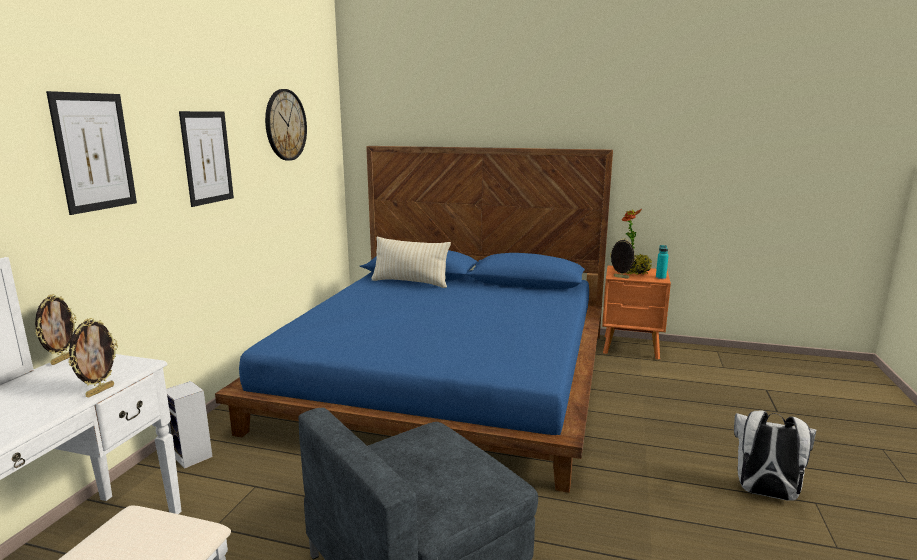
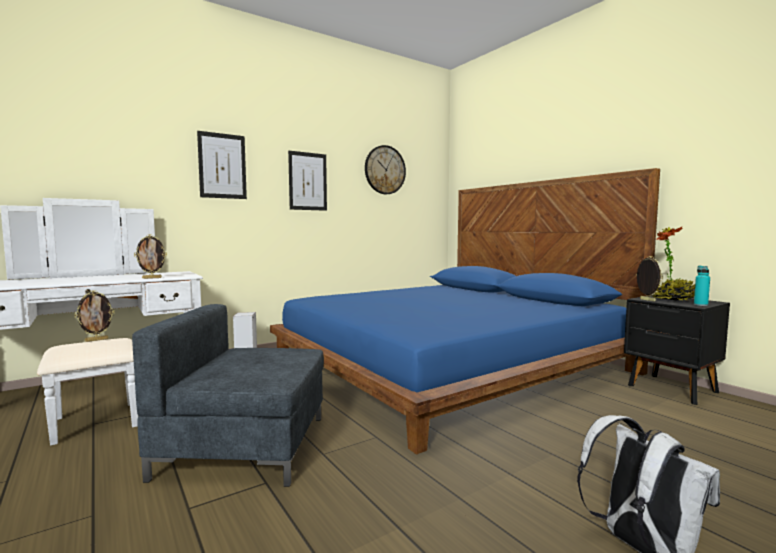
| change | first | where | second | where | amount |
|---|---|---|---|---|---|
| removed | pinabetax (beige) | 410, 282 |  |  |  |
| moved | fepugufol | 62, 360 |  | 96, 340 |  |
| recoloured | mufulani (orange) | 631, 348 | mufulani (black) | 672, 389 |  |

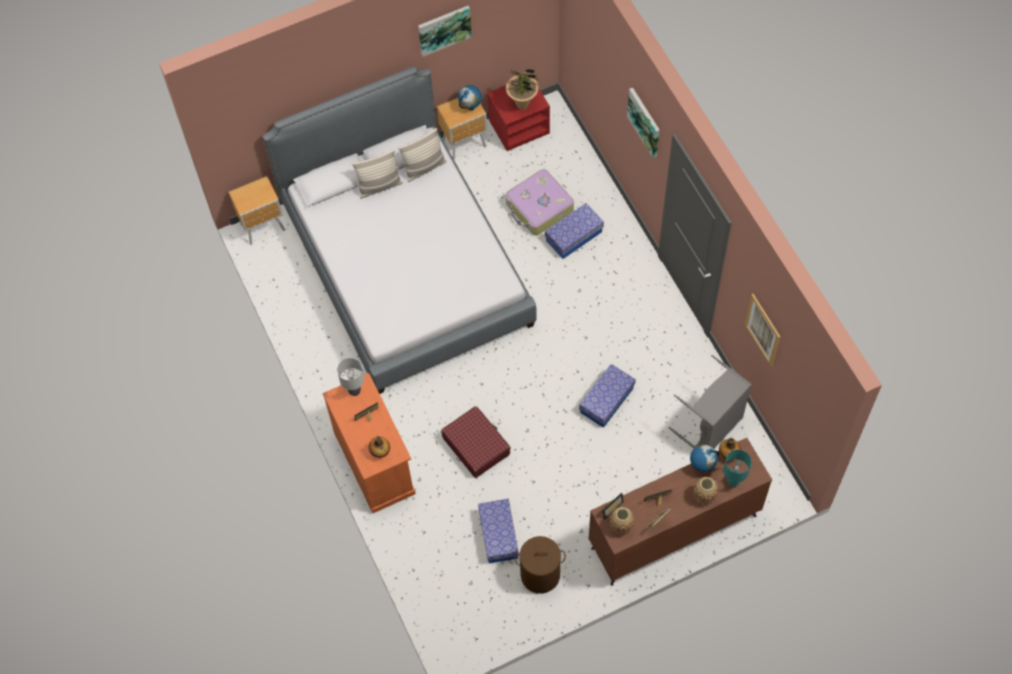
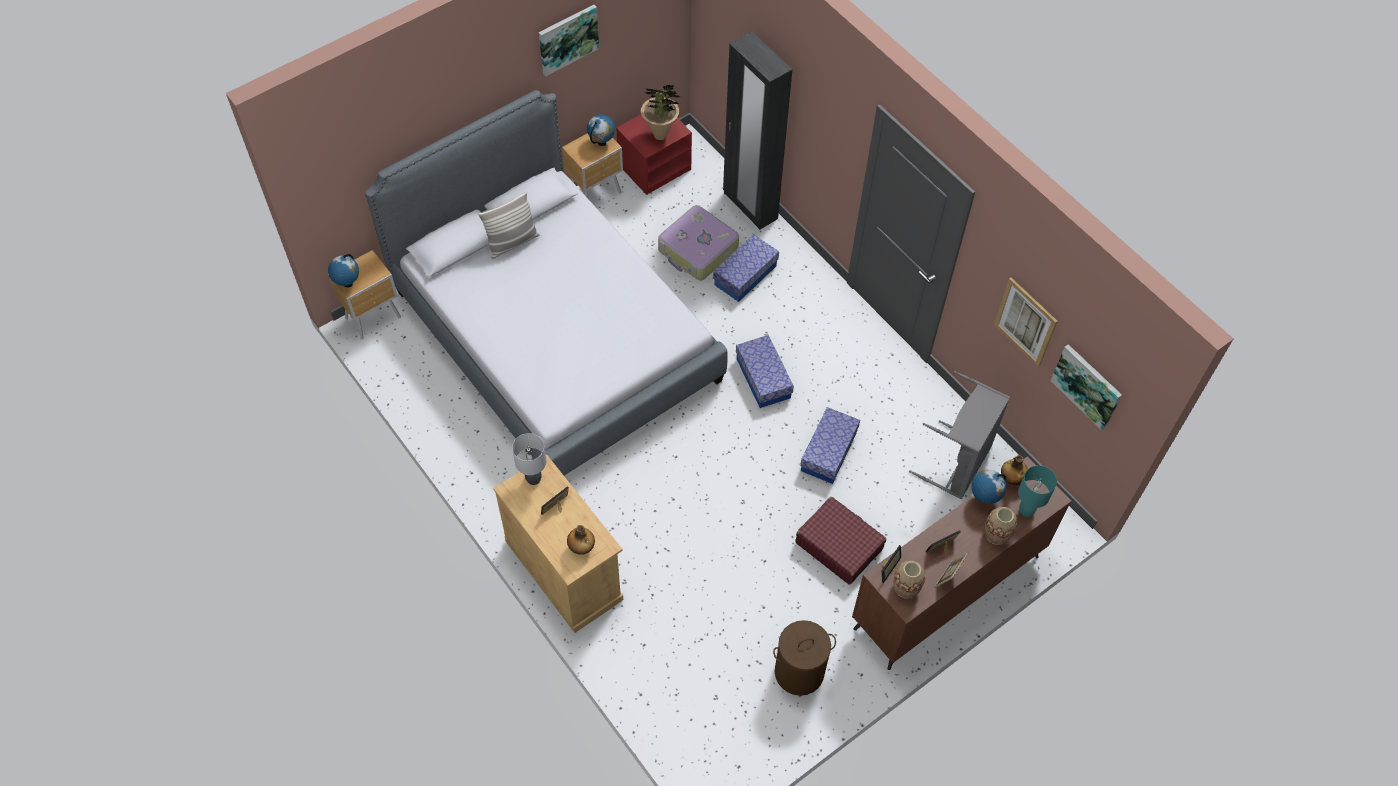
| change | first | where | second | where | amount |
|---|---|---|---|---|---|
| removed | pinabetax | 424, 168 |  |  |  |
| added |  |  | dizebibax | 347, 283 |  |
| added |  |  | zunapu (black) | 750, 206 |  |
| moved | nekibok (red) | 476, 445 |  | 839, 545 |  |
| moved | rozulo | 498, 535 |  | 763, 378 |  |
| moved | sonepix | 645, 122 |  | 1087, 386 |  |
| recoloured | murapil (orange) | 374, 462 | murapil (beige) | 564, 570 |  |

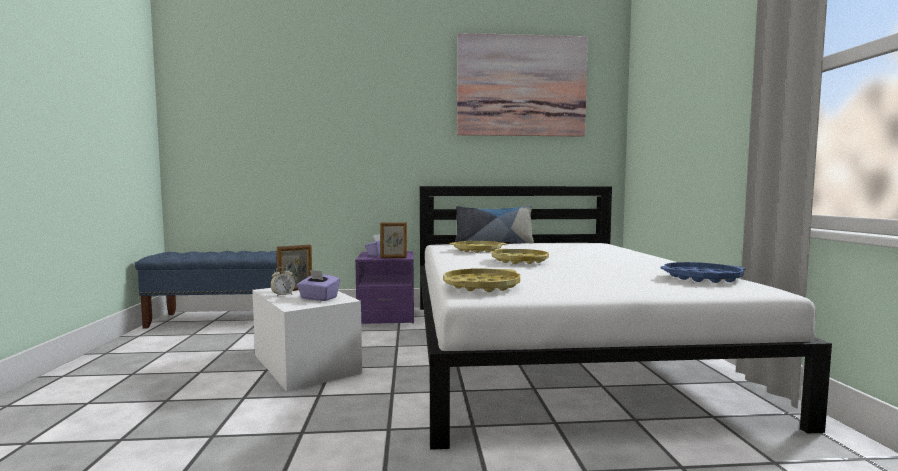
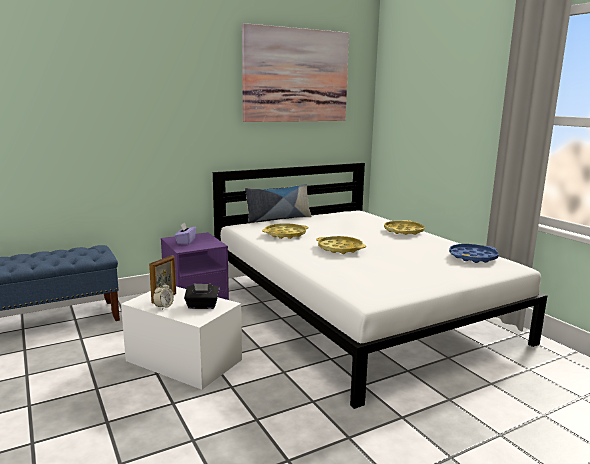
| change | first | where | second | where | amount |
|---|---|---|---|---|---|
| removed | fepugufol | 393, 258 |  |  |  |
| moved | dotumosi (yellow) | 481, 286 |  | 403, 231 |  |
| recoloured | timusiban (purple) | 318, 298 | timusiban (black) | 202, 306 |  |

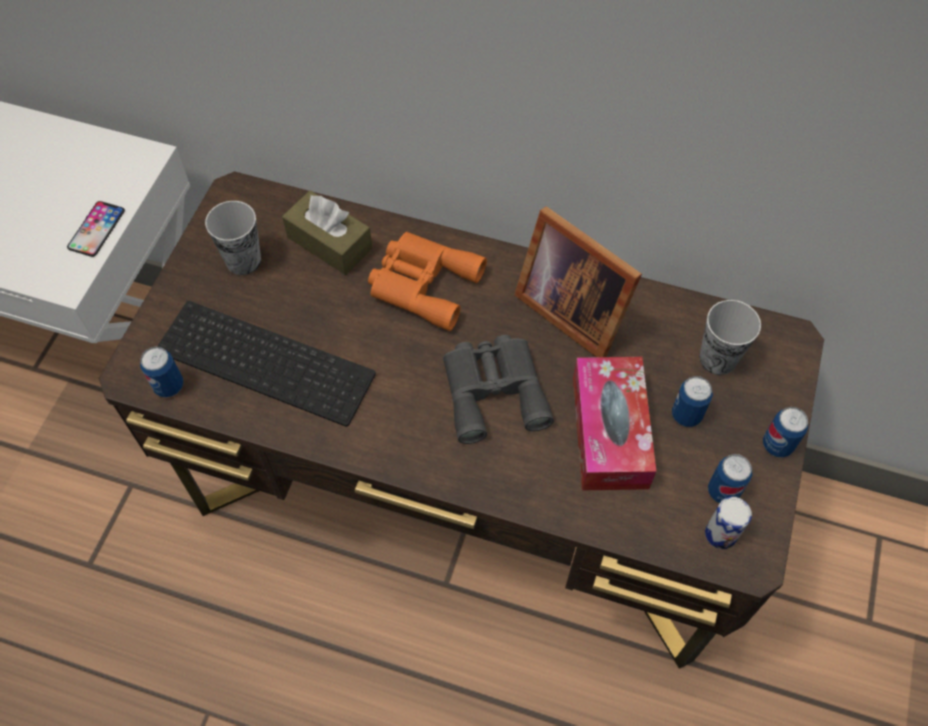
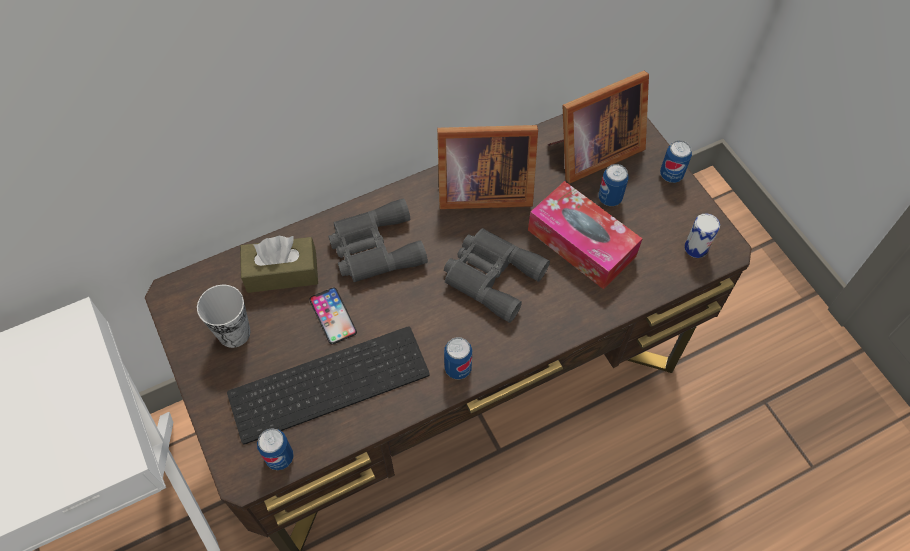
| change | first | where | second | where | amount |
|---|---|---|---|---|---|
| moved | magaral | 96, 229 |  | 333, 316 |  |
| moved | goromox | 723, 491 |  | 458, 368 |  |
| replaced | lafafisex | 717, 358 | fepugufol | 591, 153 |  |
| recoloured | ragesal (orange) | 422, 283 | ragesal (grey) | 374, 248 |  |

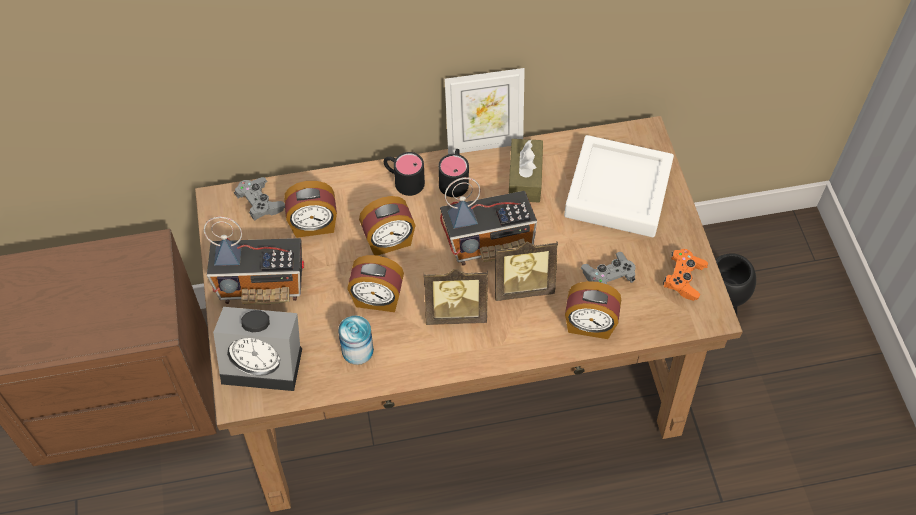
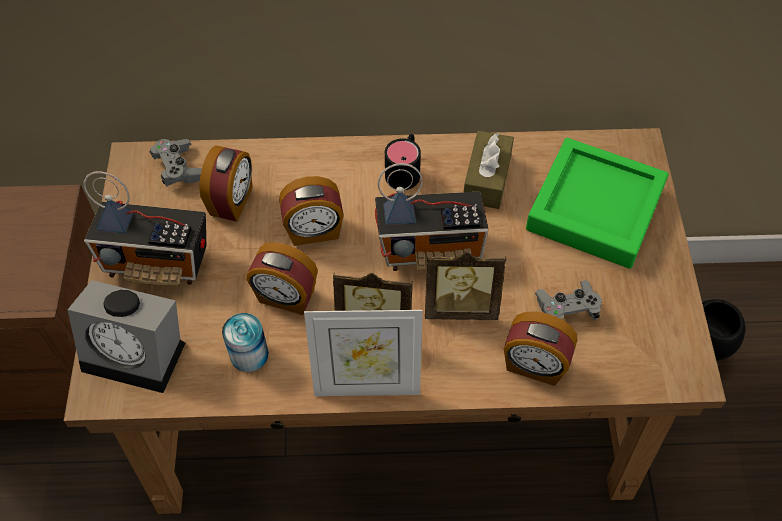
| change | first | where | second | where | amount |
|---|---|---|---|---|---|
| removed | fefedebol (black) | 403, 180 |  |  |  |
| removed | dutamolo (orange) | 683, 279 |  |  |  |
| moved | fepugufol | 484, 143 |  | 367, 385 |  |
| recoloured | dotumosi (white) | 618, 192 | dotumosi (green) | 594, 209 |  |
| turned | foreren | 314, 226 |  | 232, 201 | 75 degrees counterclockwise |

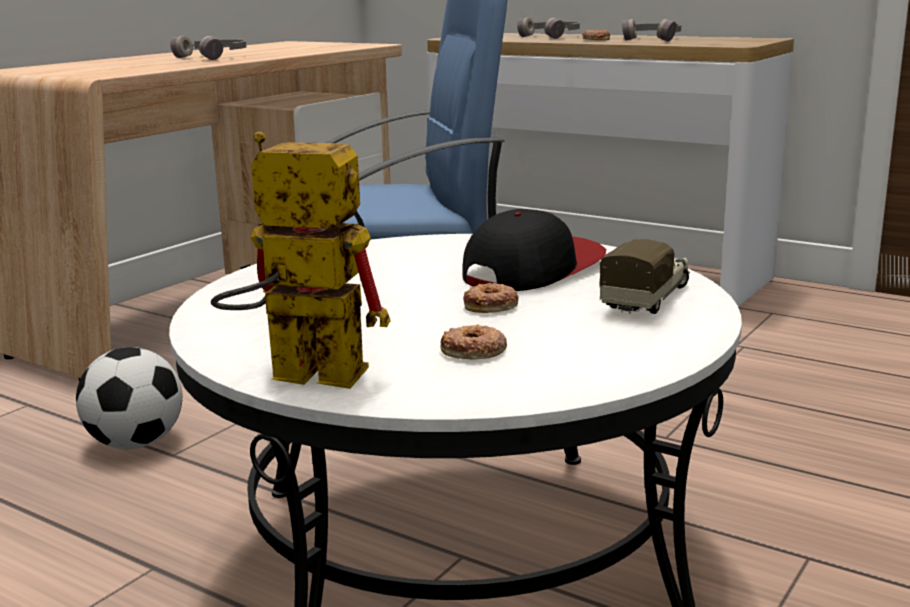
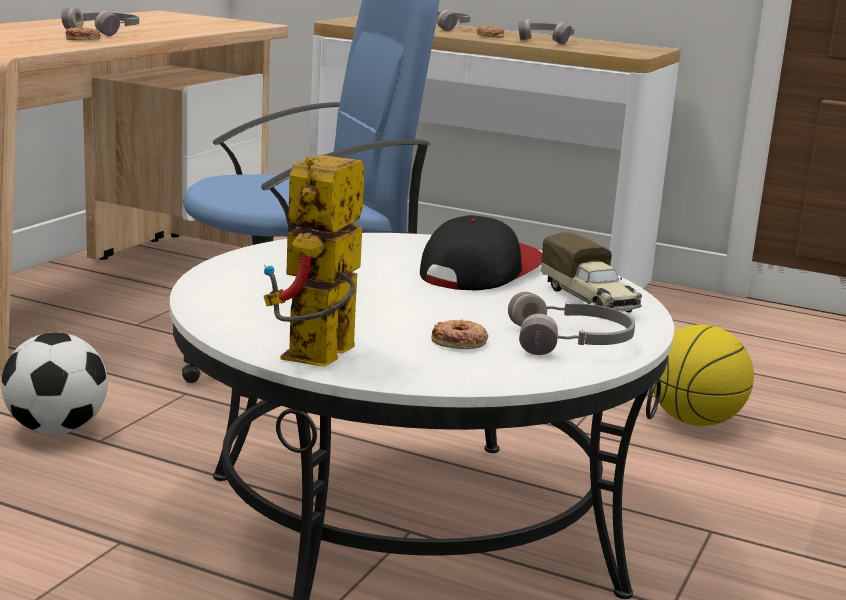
| change | first | where | second | where | amount |
|---|---|---|---|---|---|
| added |  |  | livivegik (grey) | 571, 342 |  |
| added |  |  | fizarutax | 694, 421 |  |
| moved | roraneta | 491, 305 |  | 83, 39 |  |
| turned | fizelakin | 297, 376 |  | 318, 360 | 75 degrees counterclockwise |
| turned | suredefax | 647, 298 |  | 589, 300 | 135 degrees clockwise |

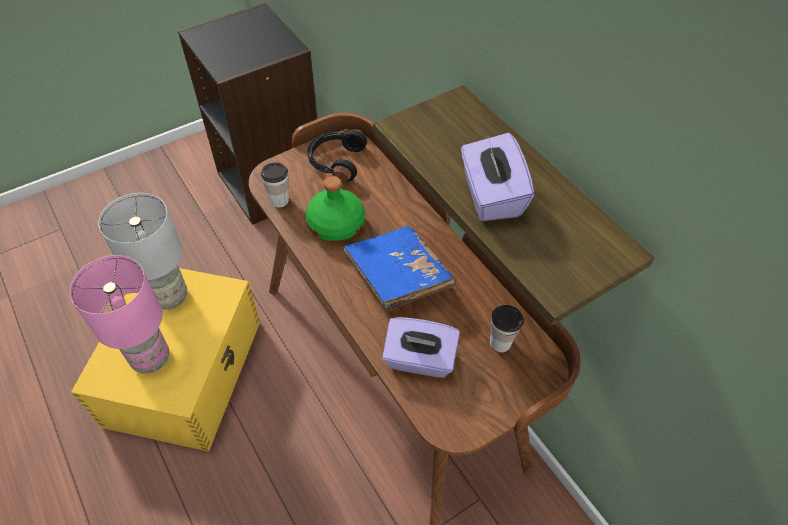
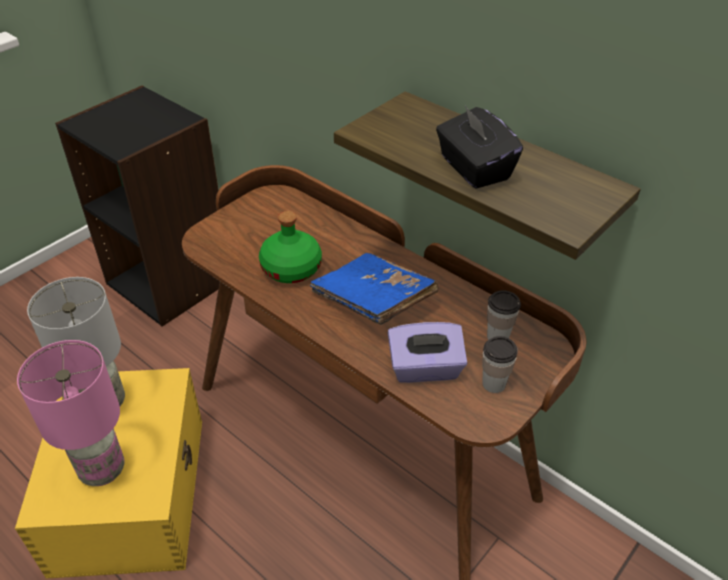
| change | first | where | second | where | amount |
|---|---|---|---|---|---|
| removed | livivegik (black) | 335, 162 |  |  |  |
| moved | lafafisex | 279, 200 |  | 493, 384 |  |
| recoloured | timusiban (purple) | 490, 196 | timusiban (black) | 473, 169 |  |

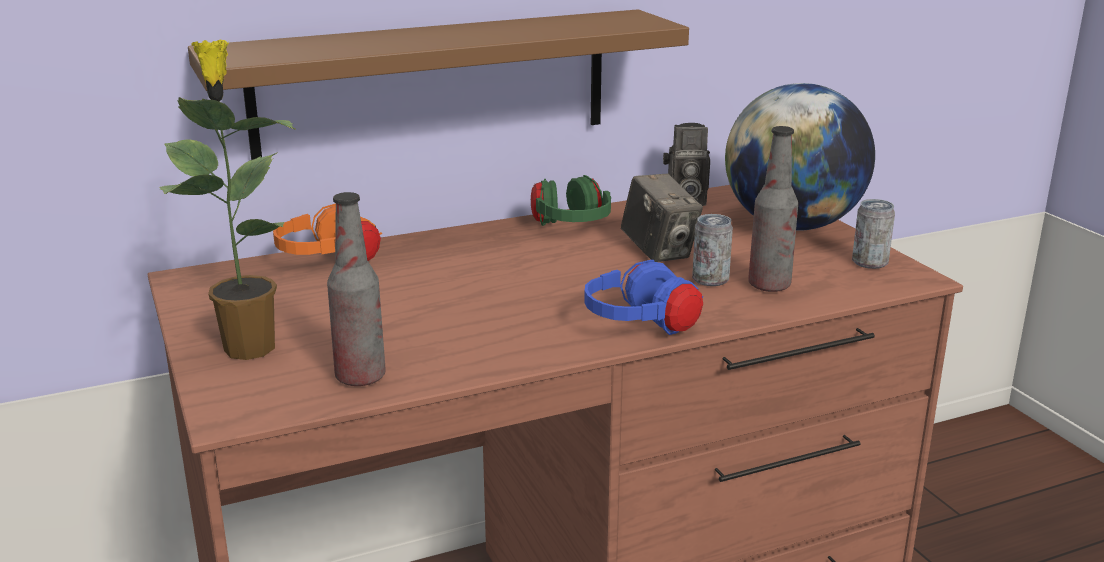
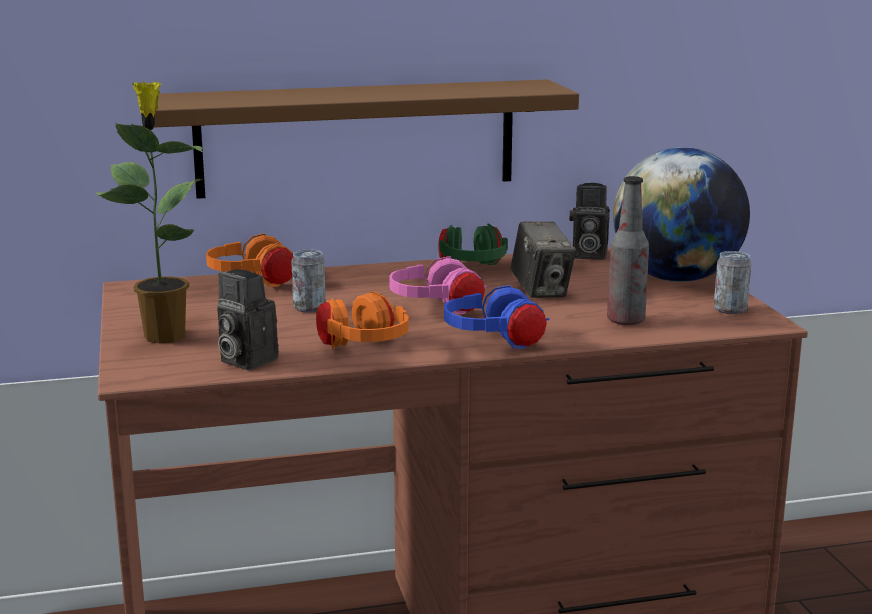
| change | first | where | second | where | amount |
|---|---|---|---|---|---|
| added |  |  | livivegik (orange) | 364, 350 |  |
| added |  |  | livivegik (pink) | 436, 309 |  |
| moved | goromox | 710, 279 |  | 309, 308 |  |
| replaced | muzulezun | 360, 377 | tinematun | 244, 360 |  |

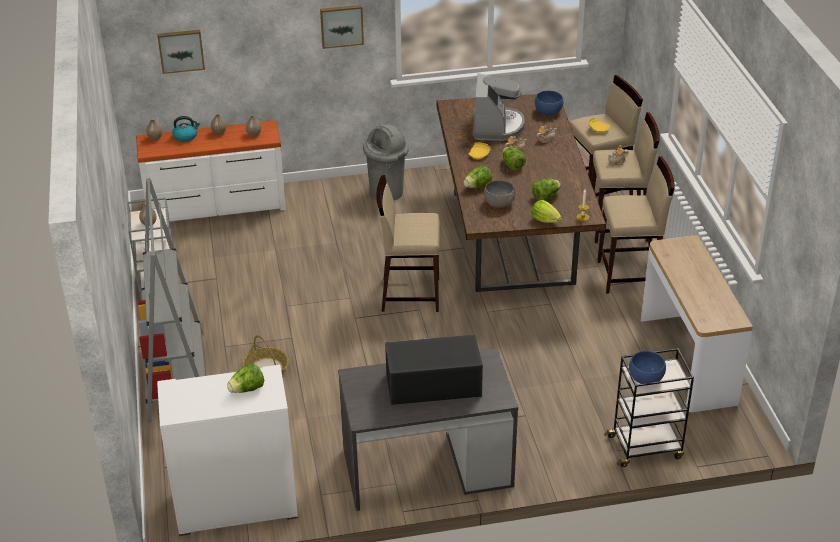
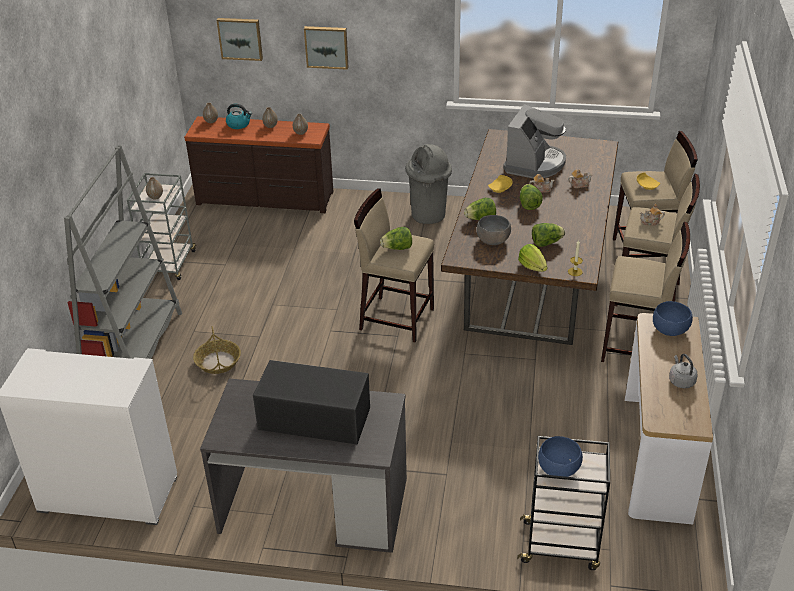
| change | first | where | second | where | amount |
|---|---|---|---|---|---|
| added |  |  | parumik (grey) | 681, 381 |  |
| moved | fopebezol | 247, 389 |  | 397, 248 |  |
| moved | sonepix | 341, 25 |  | 326, 46 |  |
| moved | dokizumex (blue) | 548, 112 |  | 670, 330 |  |
| recoloured | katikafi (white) | 216, 207 | katikafi (brown) | 264, 199 |  |

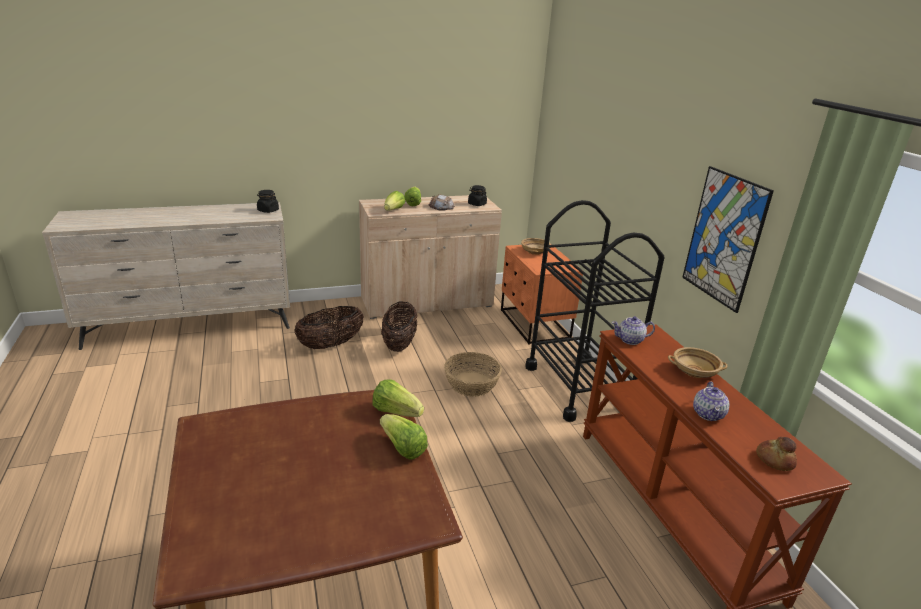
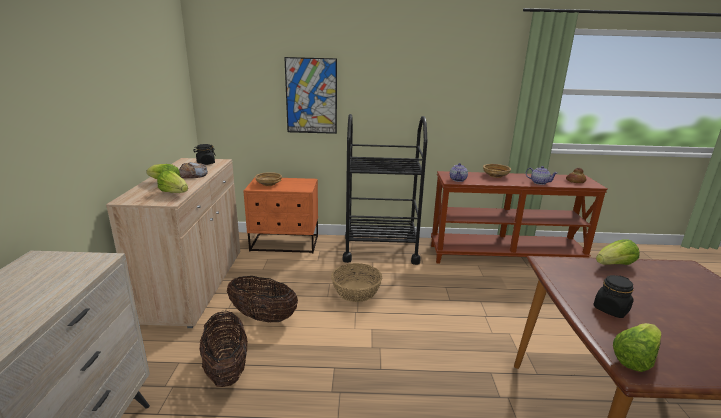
| change | first | where | second | where | amount |
|---|---|---|---|---|---|
| moved | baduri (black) | 268, 210 |  | 611, 309 |  |
| moved | fopebezol | 396, 412 |  | 635, 358 |  |
| moved | sonepix | 724, 238 |  | 311, 96 |  |

